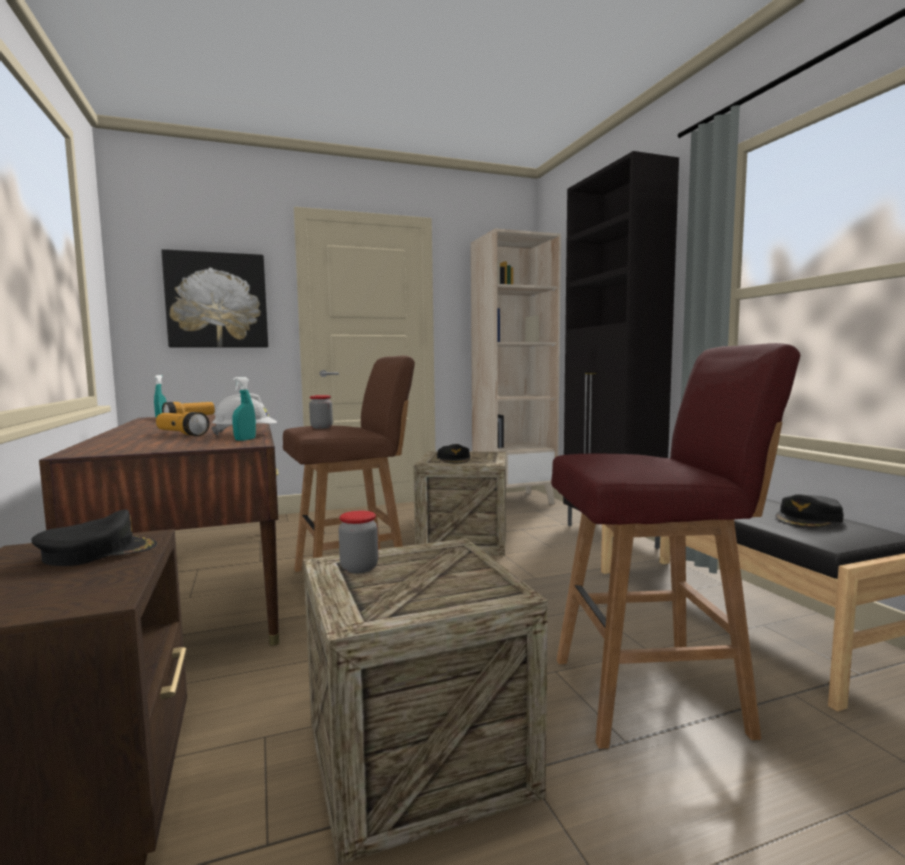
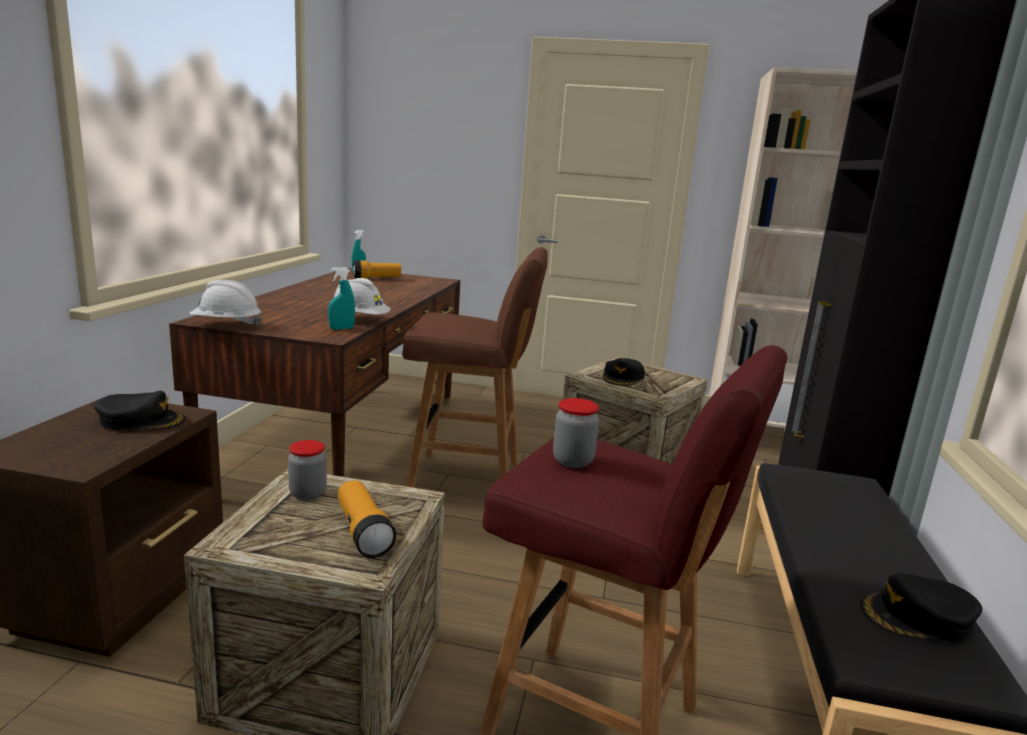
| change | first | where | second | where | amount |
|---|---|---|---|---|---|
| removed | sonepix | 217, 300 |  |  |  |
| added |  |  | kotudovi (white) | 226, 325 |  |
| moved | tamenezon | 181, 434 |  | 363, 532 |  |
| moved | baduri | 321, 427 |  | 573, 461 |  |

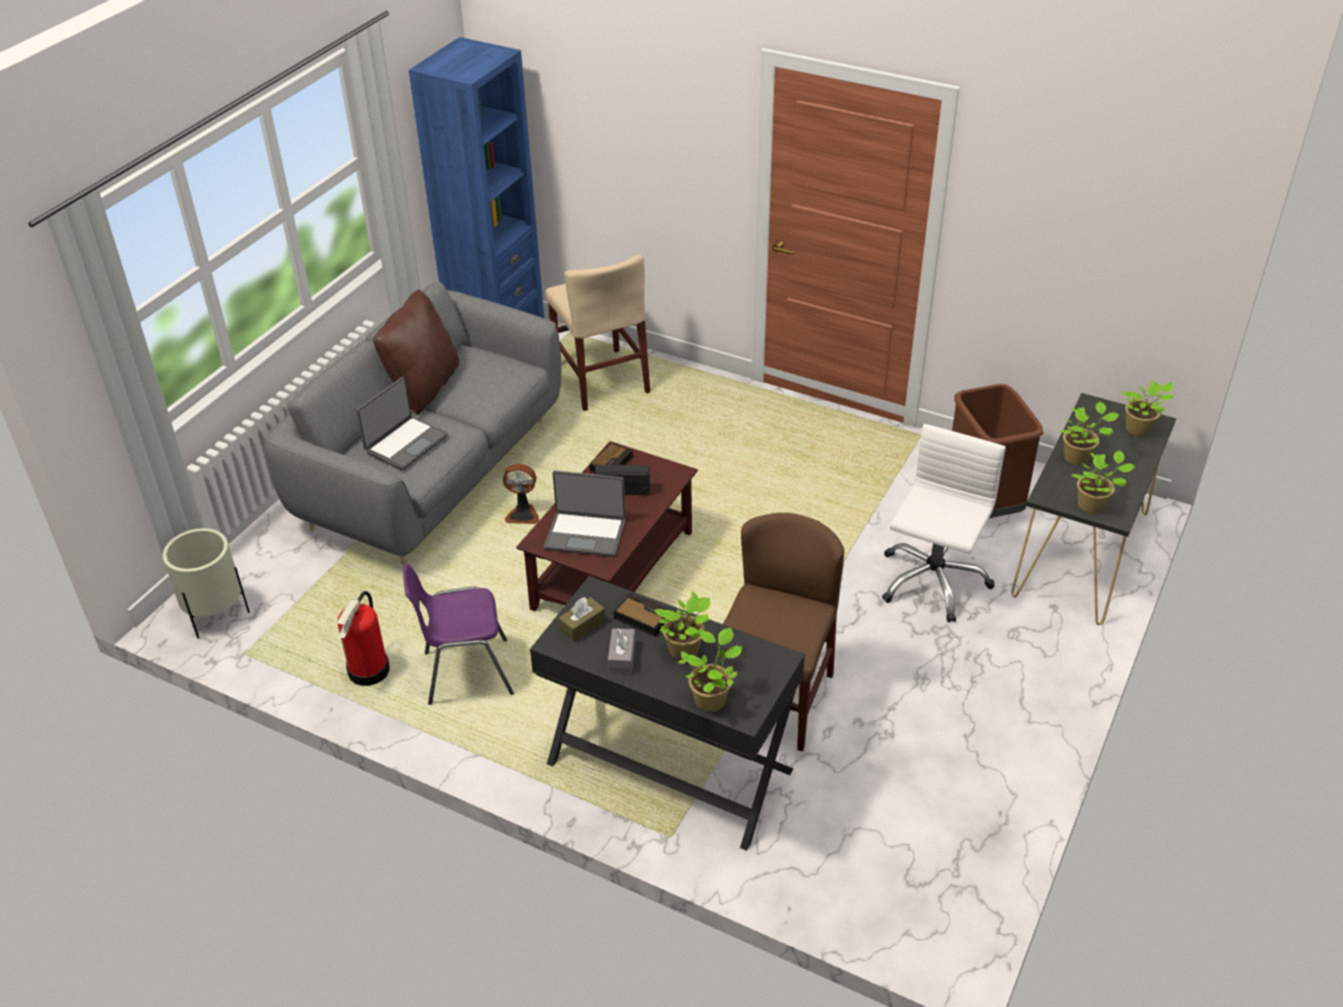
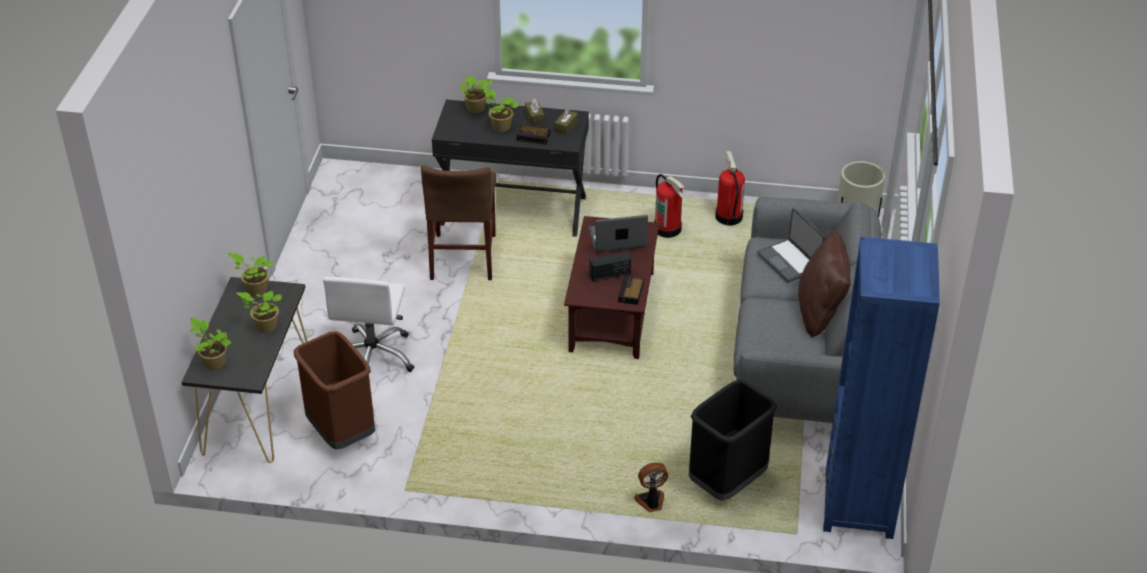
| change | first | where | second | where | amount |
|---|---|---|---|---|---|
| moved | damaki | 523, 514 |  | 651, 502 |  |
| replaced | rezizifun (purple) | 465, 673 | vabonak | 668, 229 |  |
| replaced | rezizifun (beige) | 601, 380 | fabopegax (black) | 727, 481 |  |
| recoloured | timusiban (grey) | 622, 657 | timusiban (brown) | 534, 117 |  |
| turned | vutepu | 405, 443 |  | 789, 261 | 45 degrees counterclockwise |

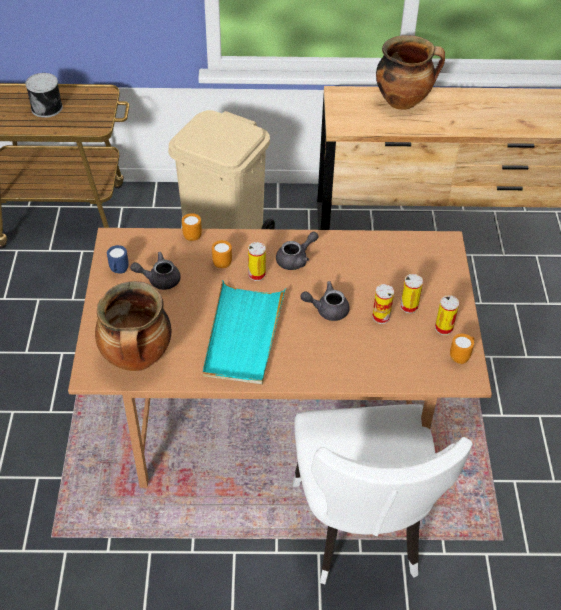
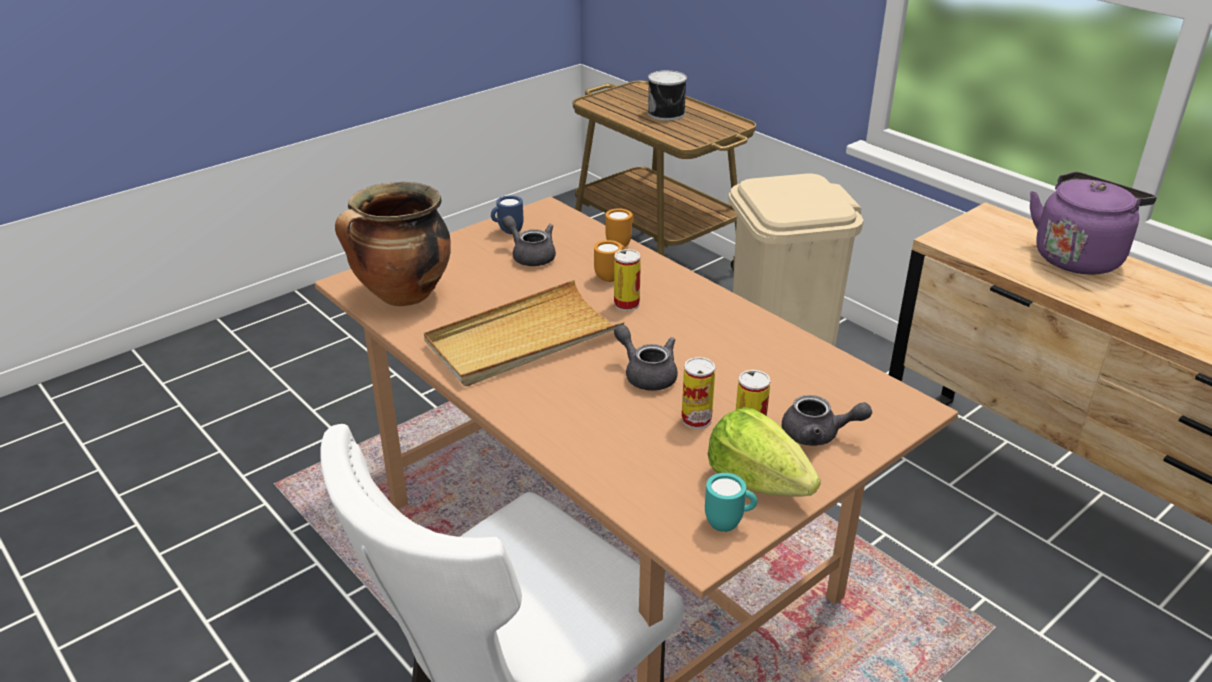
| change | first | where | second | where | amount |
|---|---|---|---|---|---|
| moved | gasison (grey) | 296, 259 |  | 818, 435 |  |
| replaced | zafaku | 403, 101 | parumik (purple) | 1079, 257 |  |
| replaced | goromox | 443, 328 | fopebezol | 757, 481 |  |
| recoloured | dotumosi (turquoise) | 243, 335 | dotumosi (beige) | 523, 339 |  |
| recoloured | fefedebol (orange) | 461, 357 | fefedebol (turquoise) | 729, 523 |  |

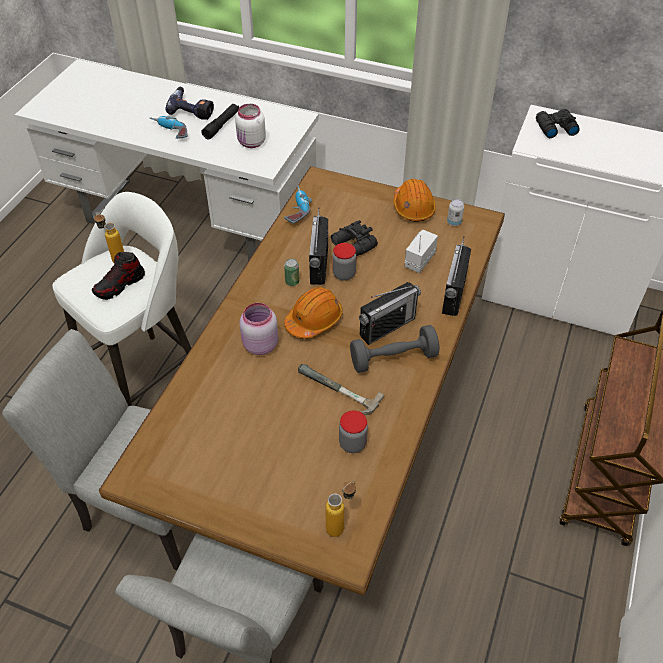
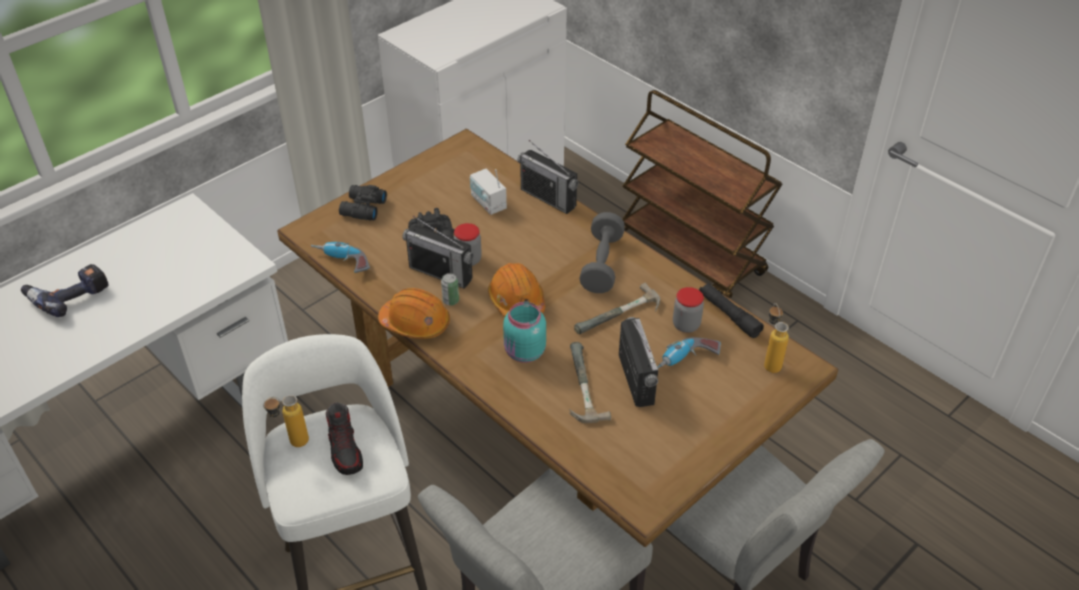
| change | first | where | second | where | amount |
|---|---|---|---|---|---|
| removed | baduri (white) | 251, 143 |  |  |  |
| removed | goromox | 454, 222 |  |  |  |
| added |  |  | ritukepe | 578, 385 |  |
| moved | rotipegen | 169, 132 |  | 686, 361 |  |
| moved | tamenezon (black) | 221, 125 |  | 729, 315 |  |
| moved | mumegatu | 387, 327 |  | 636, 379 |  |
| moved | kotudovi (orange) | 413, 207 |  | 415, 323 |  |
| moved | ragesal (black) | 554, 128 |  | 362, 208 |  |
| recoloured | baduri (pink) | 259, 345 | baduri (turquoise) | 524, 352 |  |

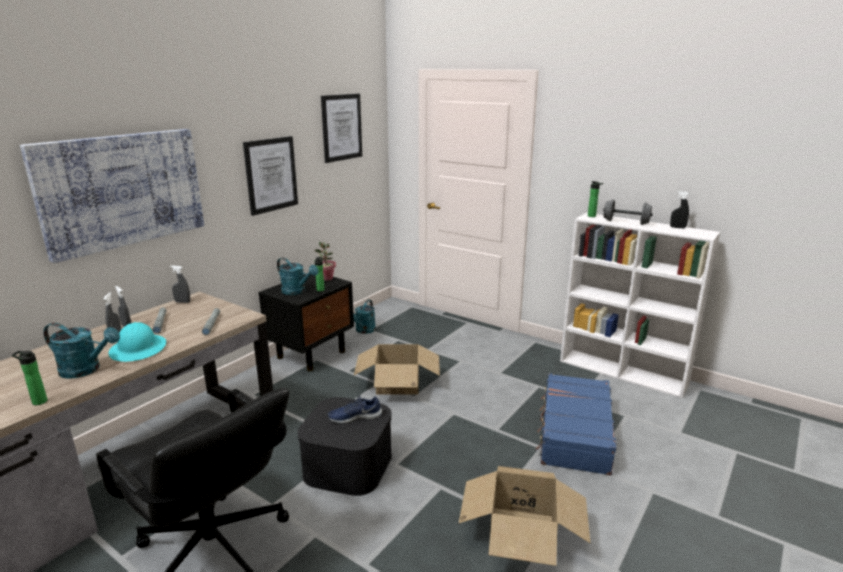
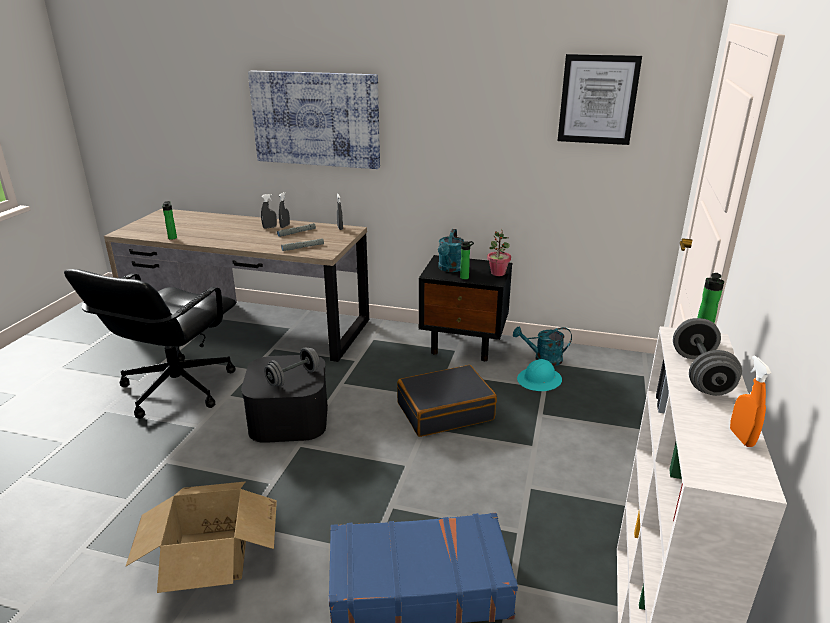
| change | first | where | second | where | amount |
|---|---|---|---|---|---|
| removed | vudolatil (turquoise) | 86, 370 |  |  |  |
| removed | sonepix | 271, 175 |  |  |  |
| moved | kotudovi (turquoise) | 138, 349 |  | 539, 380 |  |
| replaced | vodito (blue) | 355, 417 | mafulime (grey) | 293, 377 |  |
| replaced | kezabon | 398, 383 | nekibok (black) | 445, 411 |  |
| recoloured | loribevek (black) | 677, 227 | loribevek (orange) | 741, 437 |  |

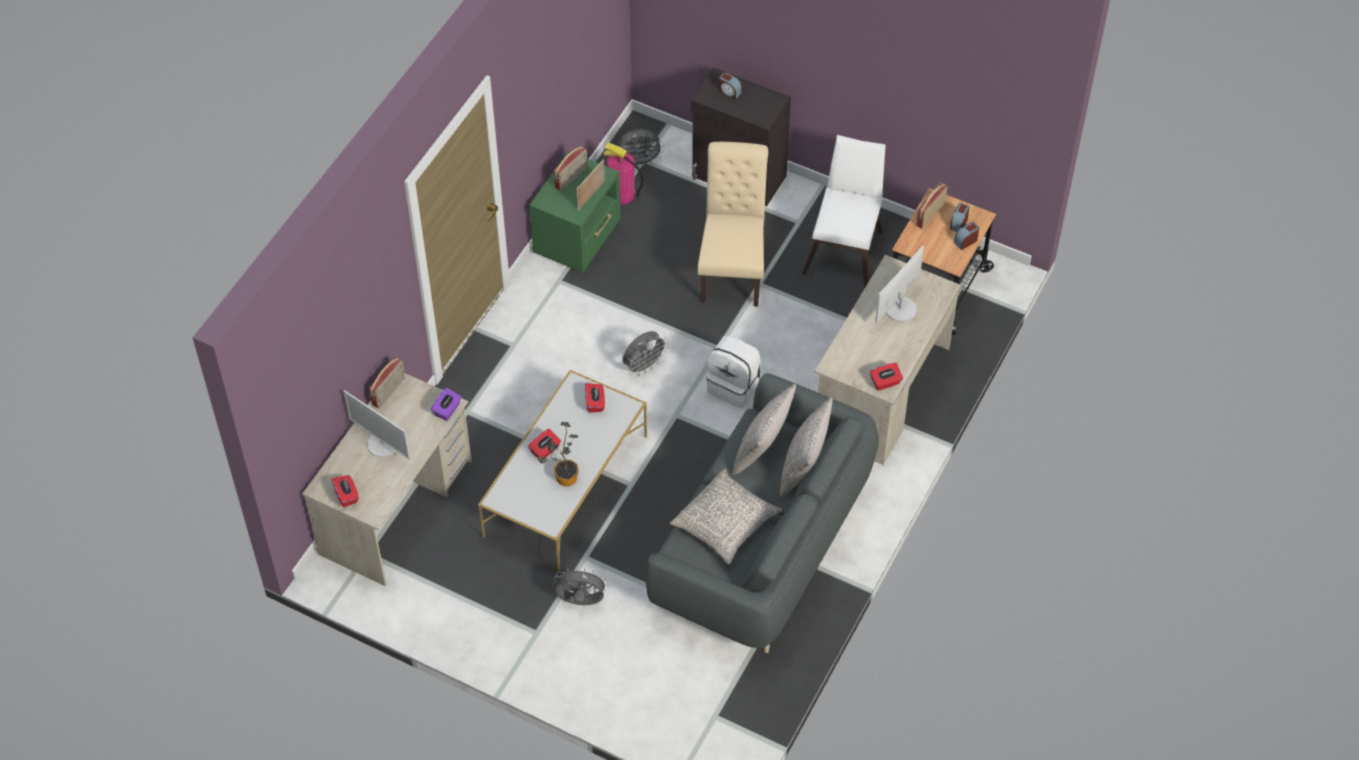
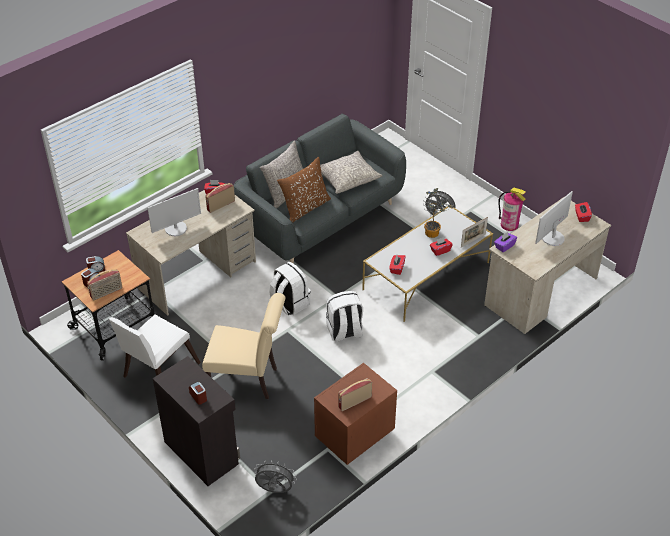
| change | first | where | second | where | amount |
|---|---|---|---|---|---|
| moved | mumegatu | 389, 392 |  | 220, 205 |  |
| moved | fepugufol | 591, 195 |  | 473, 240 |  |
| moved | vabonak | 621, 195 |  | 509, 224 |  |
| replaced | damaki (grey) | 644, 366 | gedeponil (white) | 344, 332 |  |
| recoloured | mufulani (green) | 579, 240 | mufulani (brown) | 353, 436 |  |
| recoloured | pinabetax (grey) | 762, 449 | pinabetax (brown) | 305, 208 |  |
| turned | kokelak | 383, 444 |  | 552, 238 | 105 degrees counterclockwise |
| turned | rezizifun (beige) | 732, 269 |  | 248, 380 | 105 degrees counterclockwise |

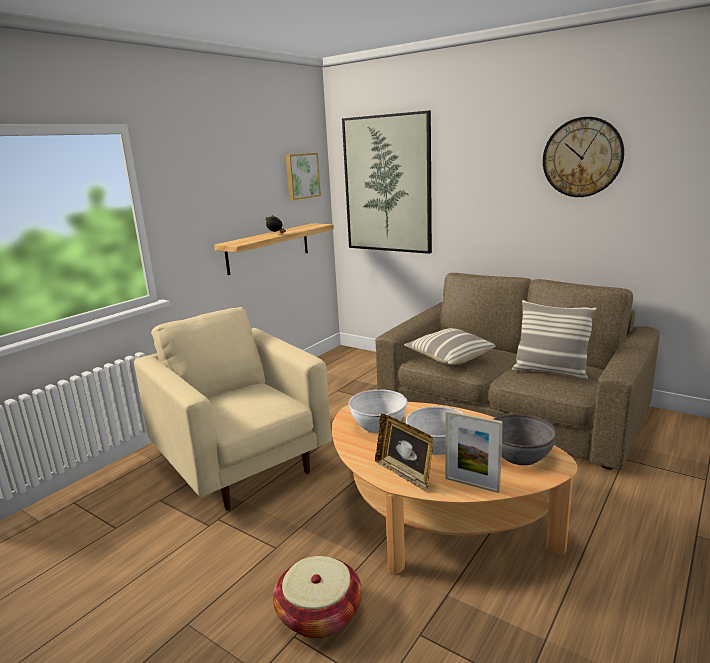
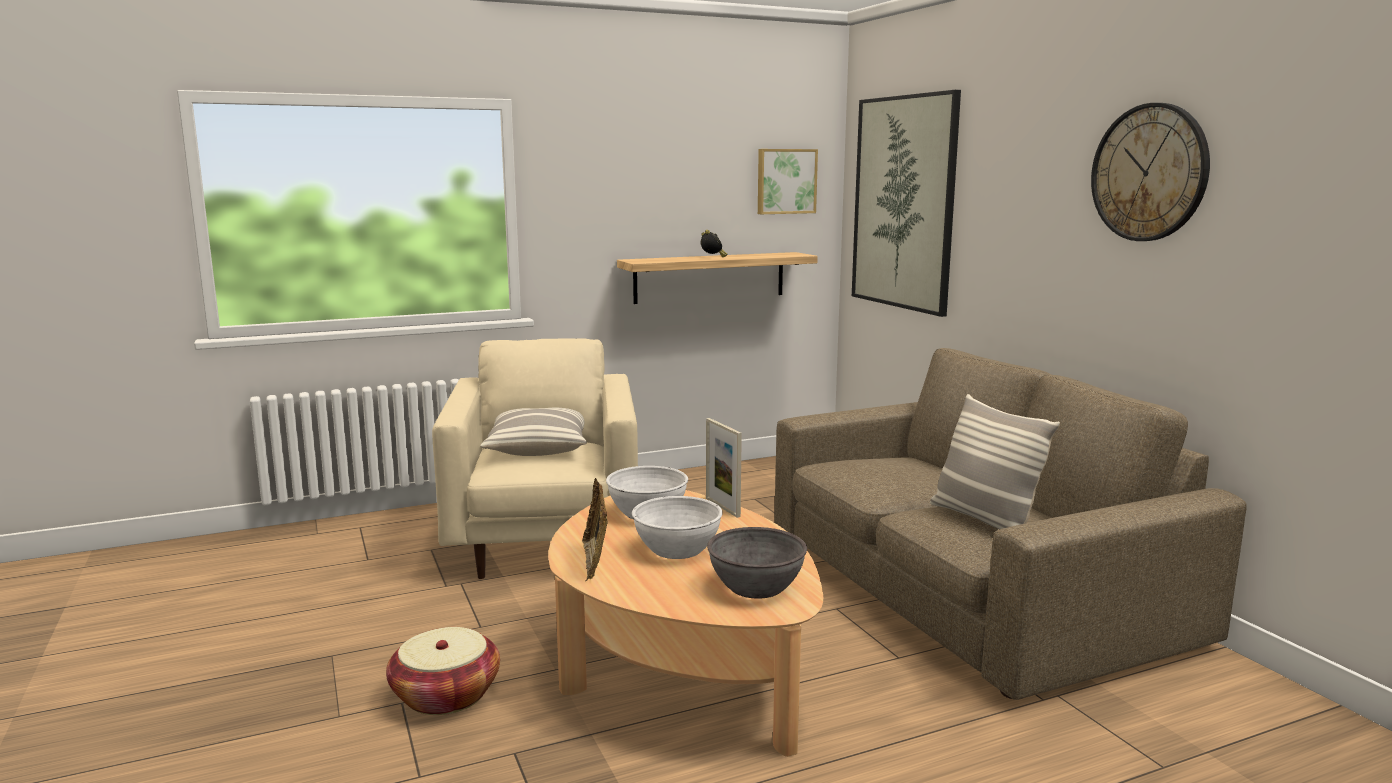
| change | first | where | second | where | amount |
|---|---|---|---|---|---|
| moved | pinabetax | 449, 357 |  | 537, 448 |  |
| moved | fepugufol | 472, 484 |  | 722, 507 |  |

